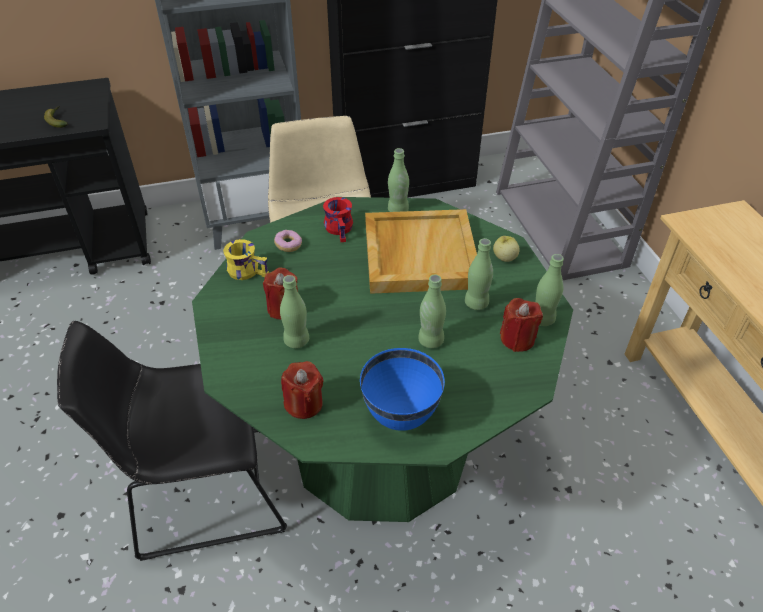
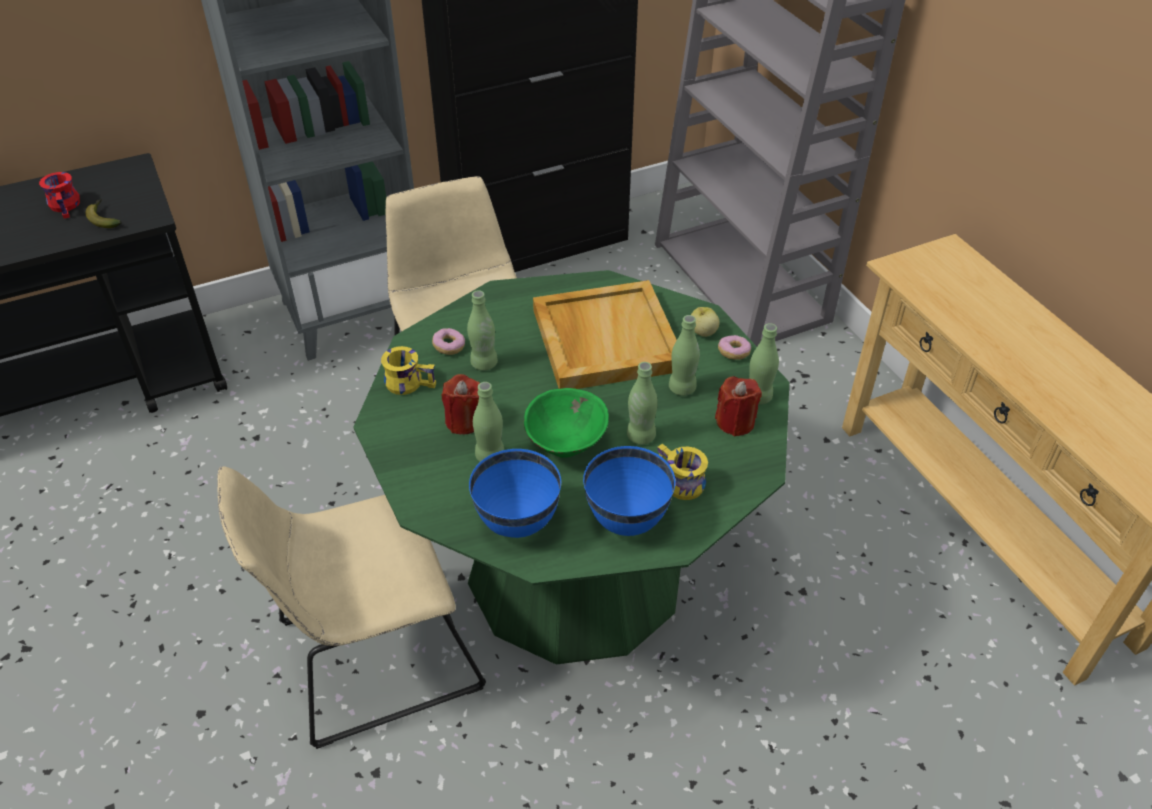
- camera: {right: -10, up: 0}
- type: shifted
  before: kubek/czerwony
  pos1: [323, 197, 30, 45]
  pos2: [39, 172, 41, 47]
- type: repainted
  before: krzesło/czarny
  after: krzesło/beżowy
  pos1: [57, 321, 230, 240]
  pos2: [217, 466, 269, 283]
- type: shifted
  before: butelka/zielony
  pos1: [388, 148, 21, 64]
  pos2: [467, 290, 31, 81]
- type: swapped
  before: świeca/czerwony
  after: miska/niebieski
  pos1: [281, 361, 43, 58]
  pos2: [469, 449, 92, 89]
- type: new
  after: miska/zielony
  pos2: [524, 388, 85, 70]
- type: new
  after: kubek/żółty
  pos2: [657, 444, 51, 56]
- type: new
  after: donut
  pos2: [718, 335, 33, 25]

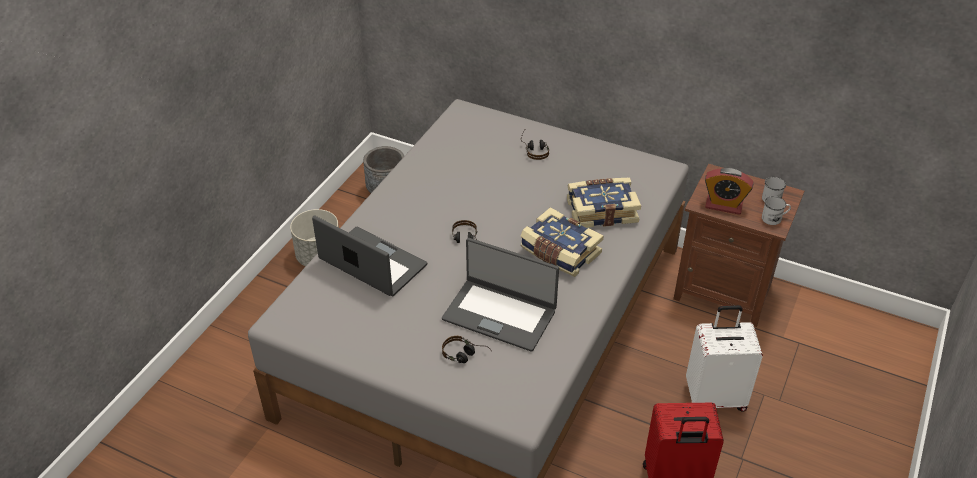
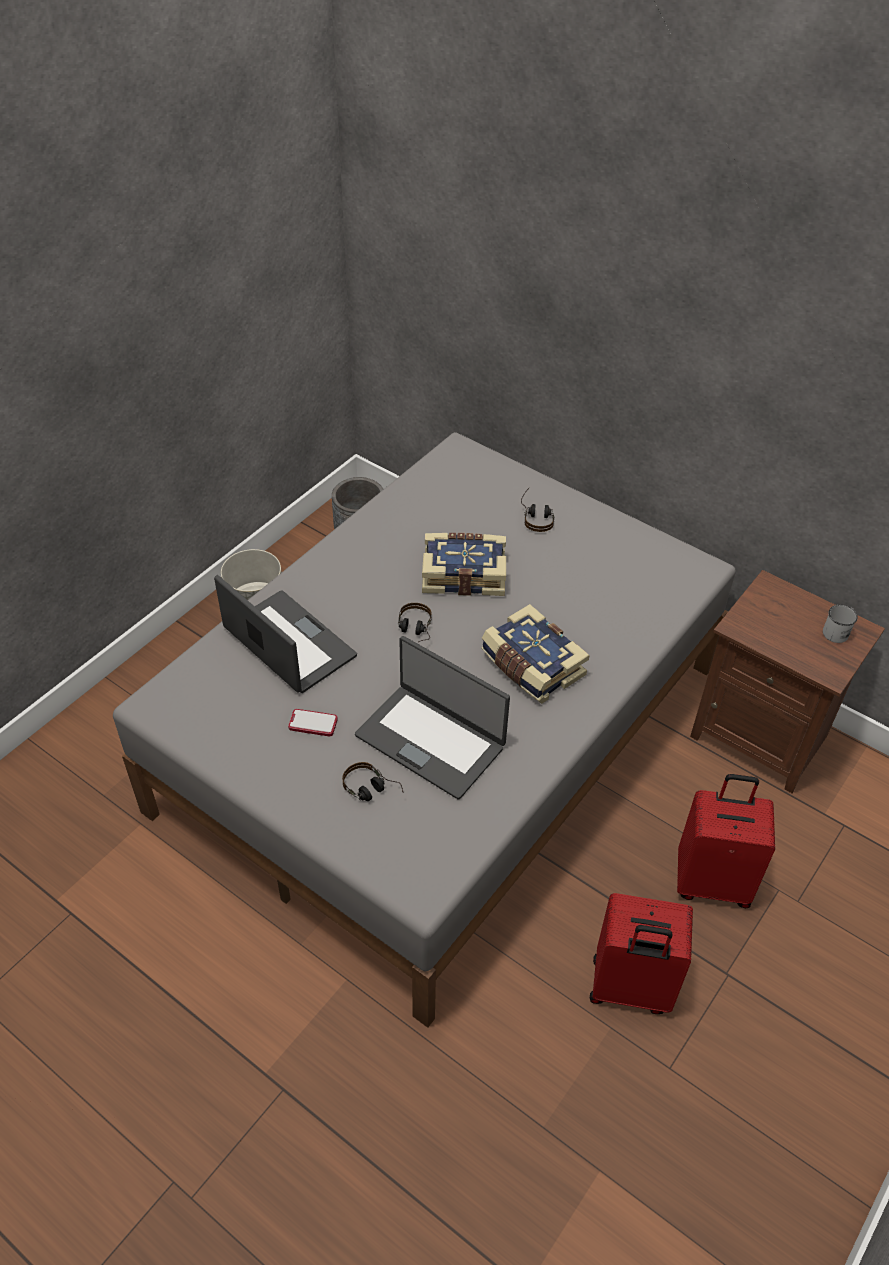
- camera: {right: 10, up: 5}
- type: new
  after: telefon
  pos2: [288, 709, 50, 27]
- type: shifted
  before: książka
  pos1: [567, 178, 74, 50]
  pos2: [422, 533, 84, 63]
- type: repainted
  before: walizka/biały
  after: walizka/czerwony
  pos1: [686, 305, 77, 106]
  pos2: [677, 774, 98, 134]
- type: gone
  before: budzik
  pos1: [705, 168, 48, 47]
- type: gone
  before: kubek/biały
  pos1: [762, 196, 29, 29]

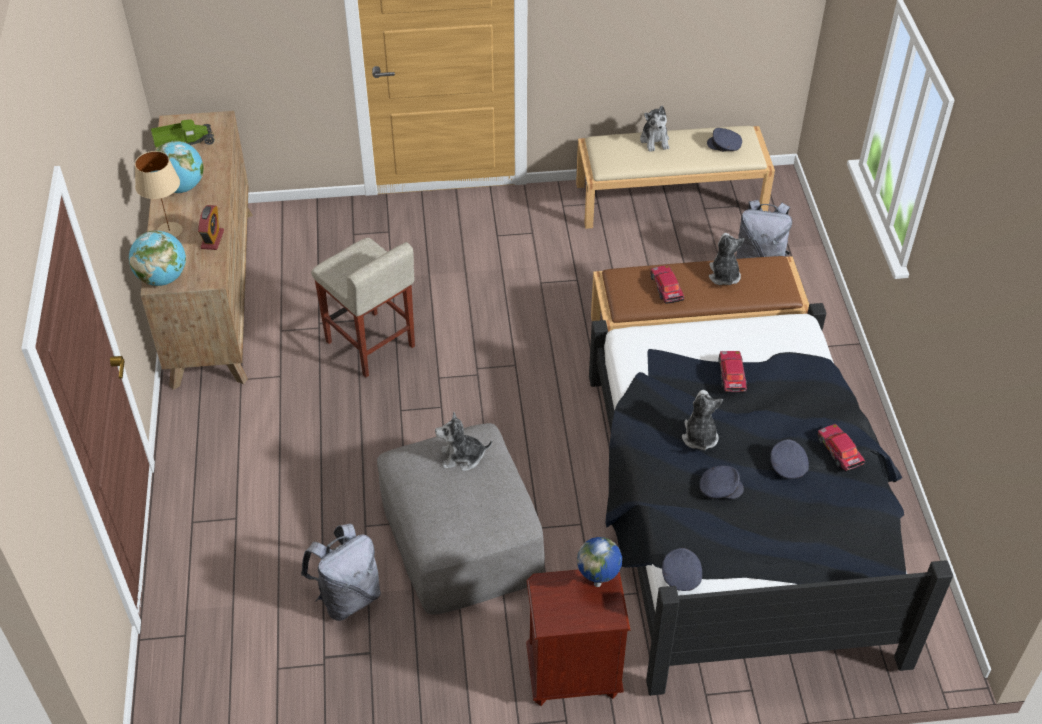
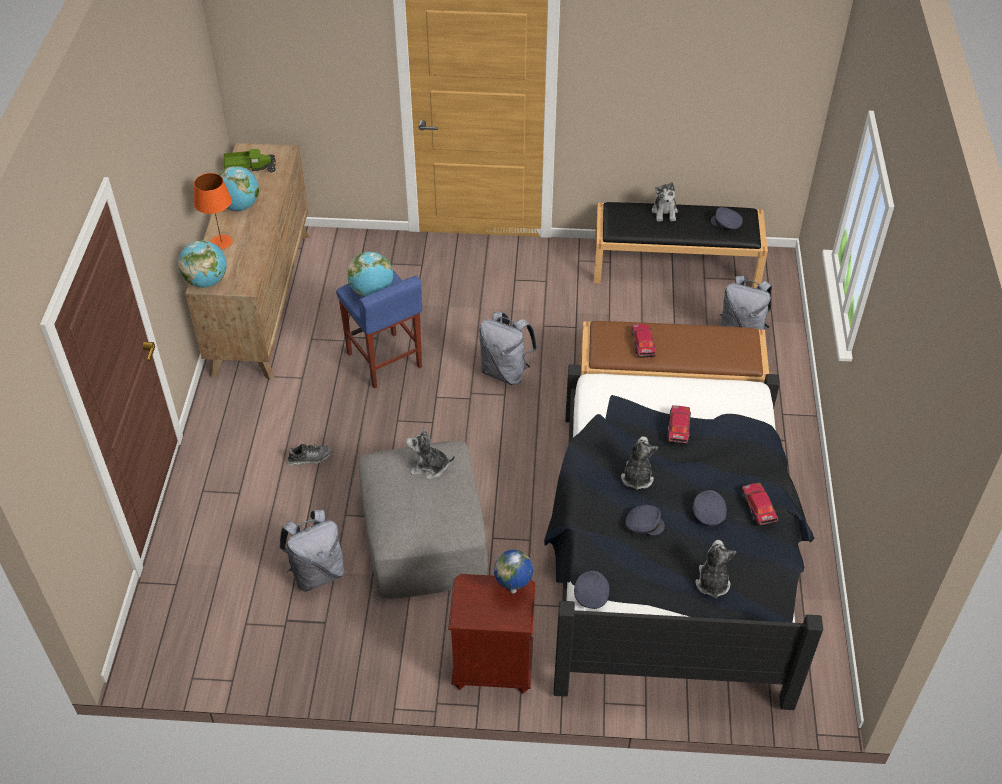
- camera: {right: 10, up: 0}
- type: repainted
  before: lampa stołowa/beżowy
  after: lampa stołowa/pomarańczowy
  pos1: [135, 151, 47, 86]
  pos2: [194, 173, 38, 76]
- type: new
  after: but
  pos2: [288, 444, 43, 22]
- type: repainted
  before: stołek/beżowy
  after: stołek/niebieski
  pos1: [311, 238, 104, 139]
  pos2: [336, 270, 86, 118]
- type: new
  after: globus
  pos2: [347, 252, 46, 45]
- type: new
  after: plecak/szary
  pos2: [479, 312, 59, 73]
- type: repainted
  before: ławka/beżowy
  after: ławka/czarny
  pos1: [576, 126, 199, 103]
  pos2: [594, 202, 174, 86]
- type: shifted
  before: pluszak
  pos1: [709, 233, 36, 52]
  pos2: [695, 540, 42, 58]
- type: gone
  before: budzik
  pos1: [198, 205, 26, 45]

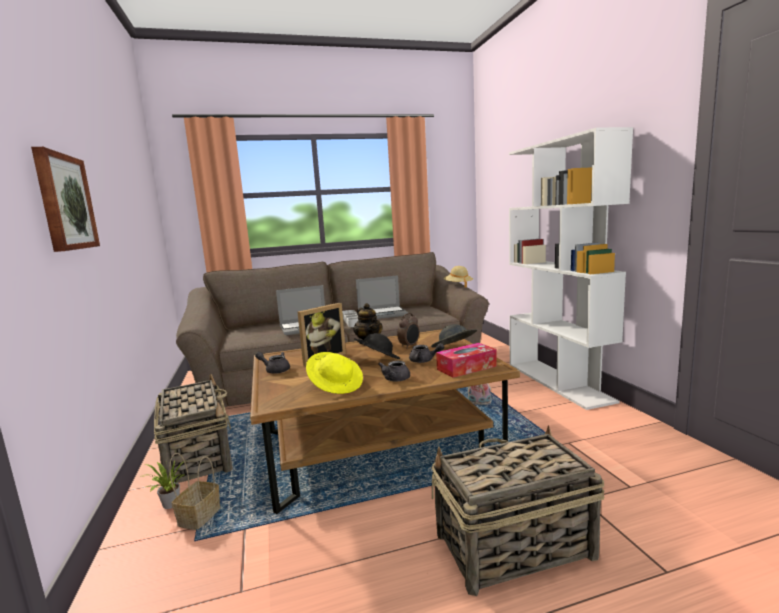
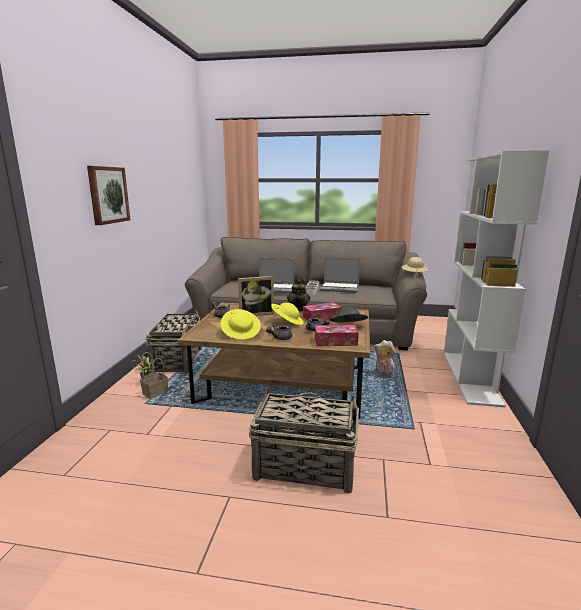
- camera: {right: 25, up: 5}
- type: repainted
  before: kapelusz/czarny
  after: kapelusz/żółty
  pos1: [354, 333, 46, 26]
  pos2: [271, 303, 33, 22]
- type: swapped
  before: budzik
  after: pudełko chusteczek
  pos1: [397, 313, 22, 36]
  pos2: [303, 302, 39, 19]

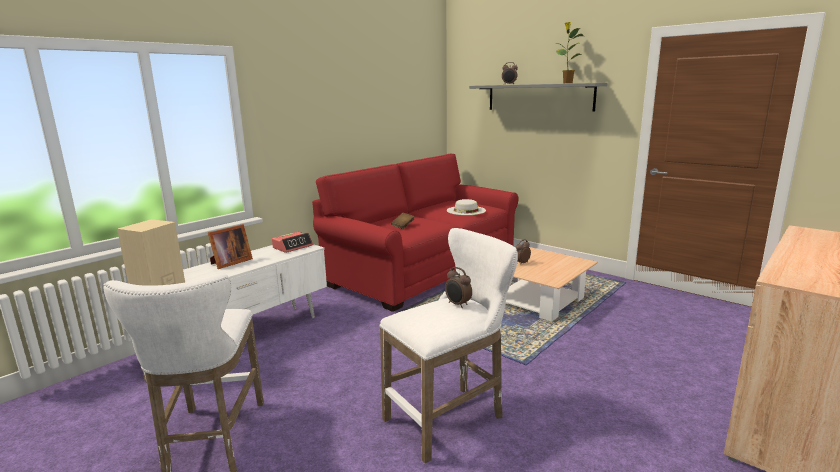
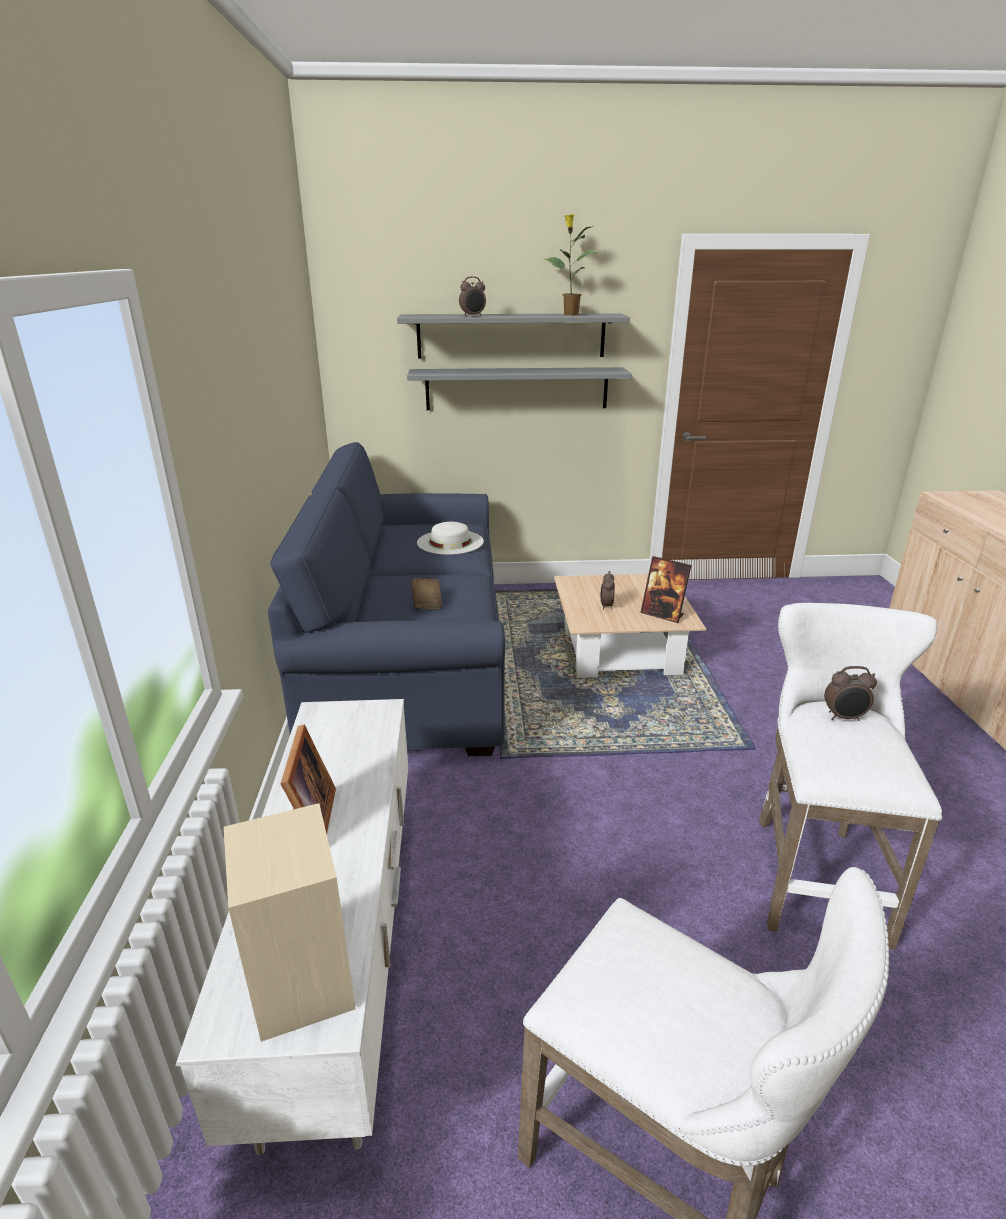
- camera: {right: -45, up: 10}
- type: repainted
  before: kanapa/czerwony
  after: kanapa/niebieski
  pos1: [312, 154, 206, 158]
  pos2: [268, 442, 237, 314]
- type: new
  after: półka/szary
  pos2: [407, 367, 225, 43]
- type: new
  after: ramka na zdjęcie
  pos2: [640, 556, 51, 67]
- type: gone
  before: budzik
  pos1: [272, 232, 41, 21]

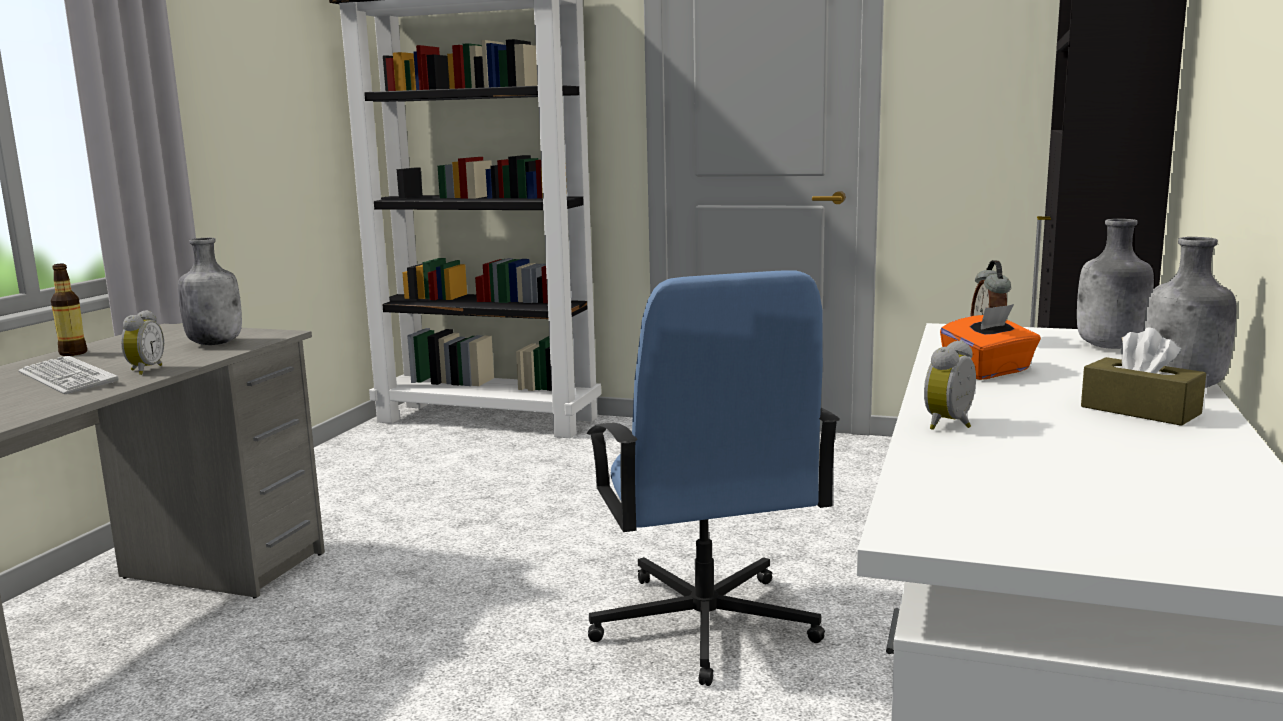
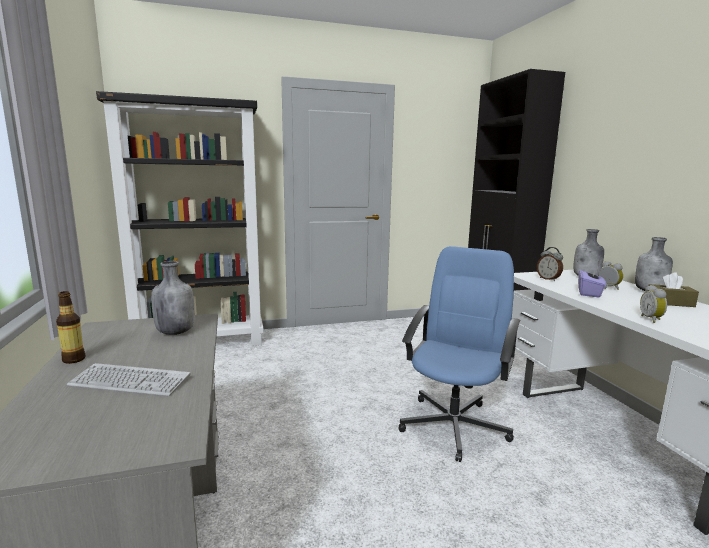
- camera: {right: -35, up: 0}
- type: rotated
  before: krzesło biurowe/niebieski
  pos1: [587, 270, 253, 416]
  pos2: [399, 246, 121, 216]
  turn: -105
- type: repainted
  before: pudełko chusteczek/pomarańczowy
  after: pudełko chusteczek/fioletowy
  pos1: [940, 304, 101, 76]
  pos2: [578, 266, 28, 31]
- type: shifted
  before: budzik
  pos1: [121, 310, 43, 65]
  pos2: [598, 261, 25, 29]

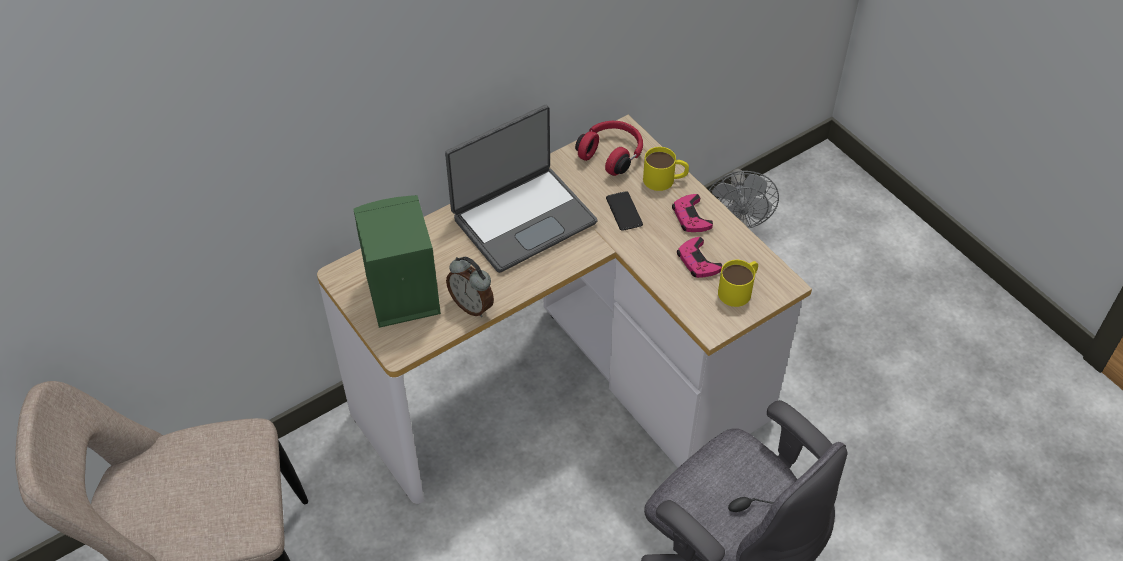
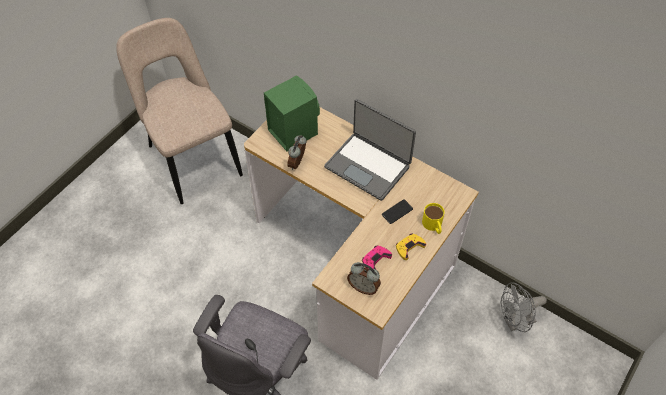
- camera: {right: 70, up: 5}
- type: swapped
  before: kubek/żółty
  after: budzik
  pos1: [718, 260, 40, 47]
  pos2: [347, 262, 34, 33]
- type: repainted
  before: pad do gier/różowy
  after: pad do gier/żółty
  pos1: [672, 194, 41, 38]
  pos2: [396, 233, 30, 27]
- type: gone
  before: słuchawki/czerwony
  pos1: [575, 121, 68, 55]

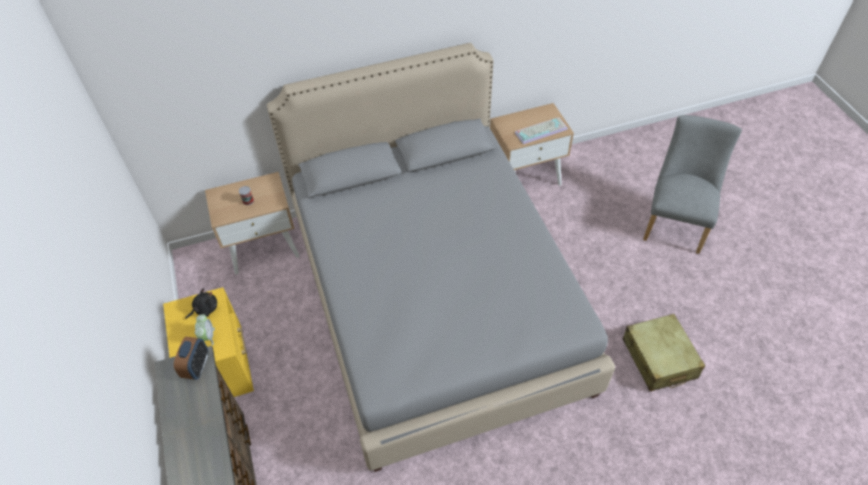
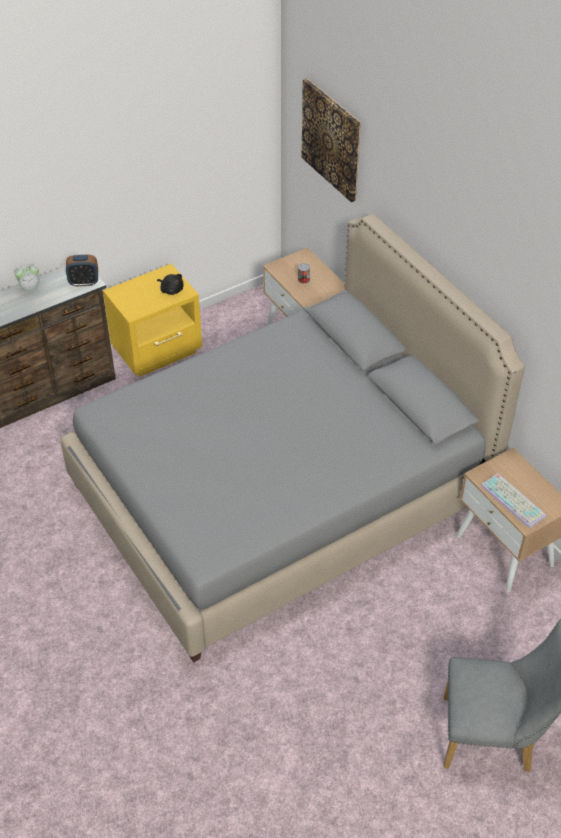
- camera: {right: 75, up: -5}
- type: shifted
  before: budzik
  pos1: [195, 314, 20, 31]
  pos2: [15, 264, 27, 30]
- type: new
  after: obraz
  pos2: [302, 78, 58, 124]
- type: gone
  before: walizka/beżowy
  pos1: [623, 314, 82, 77]

